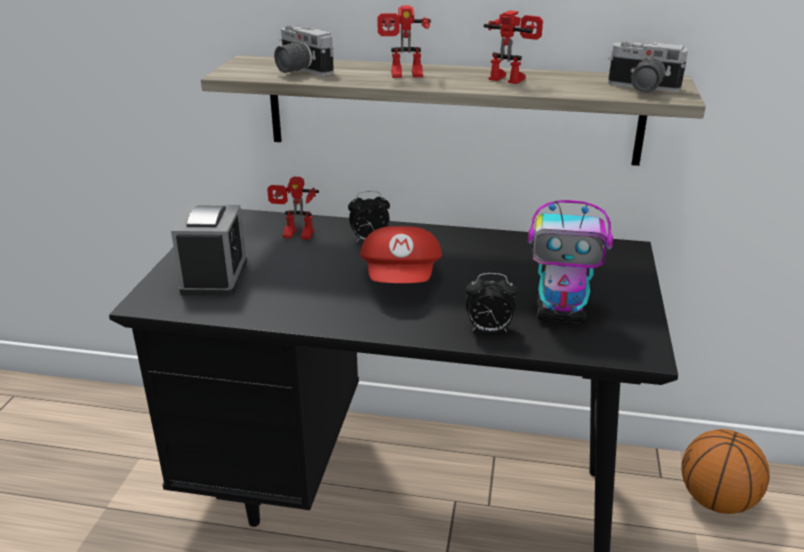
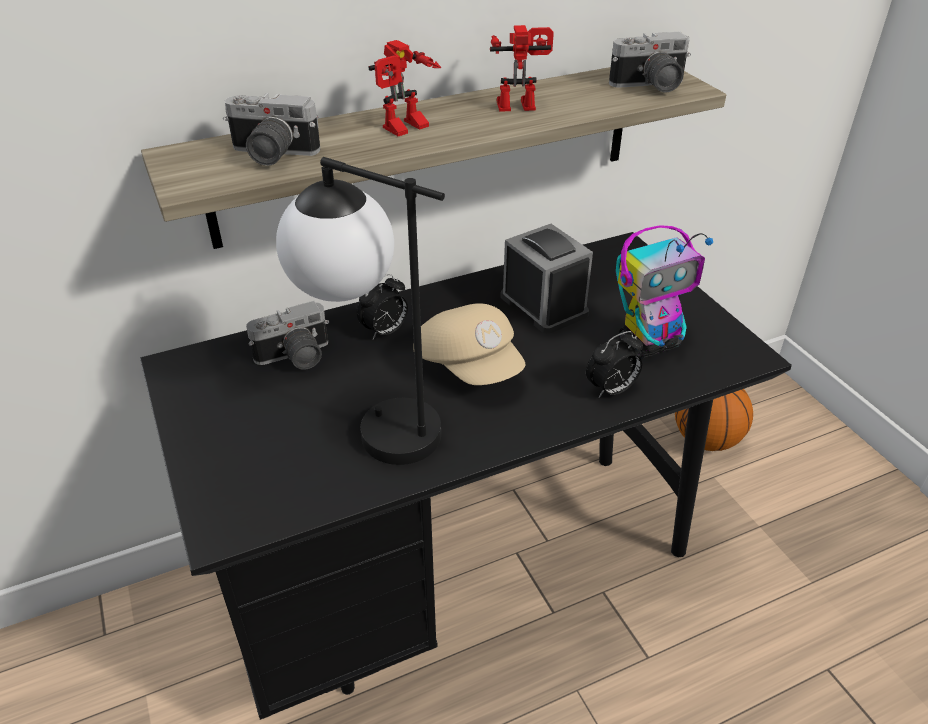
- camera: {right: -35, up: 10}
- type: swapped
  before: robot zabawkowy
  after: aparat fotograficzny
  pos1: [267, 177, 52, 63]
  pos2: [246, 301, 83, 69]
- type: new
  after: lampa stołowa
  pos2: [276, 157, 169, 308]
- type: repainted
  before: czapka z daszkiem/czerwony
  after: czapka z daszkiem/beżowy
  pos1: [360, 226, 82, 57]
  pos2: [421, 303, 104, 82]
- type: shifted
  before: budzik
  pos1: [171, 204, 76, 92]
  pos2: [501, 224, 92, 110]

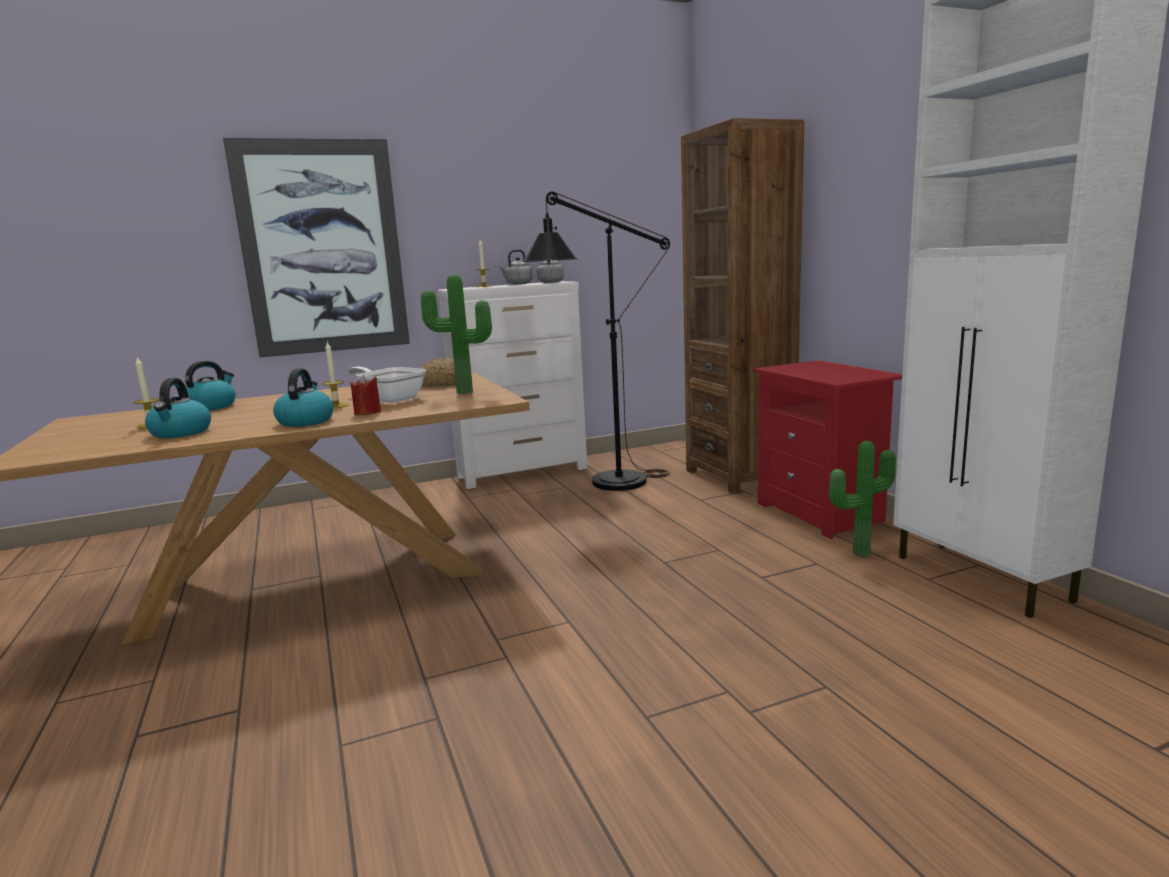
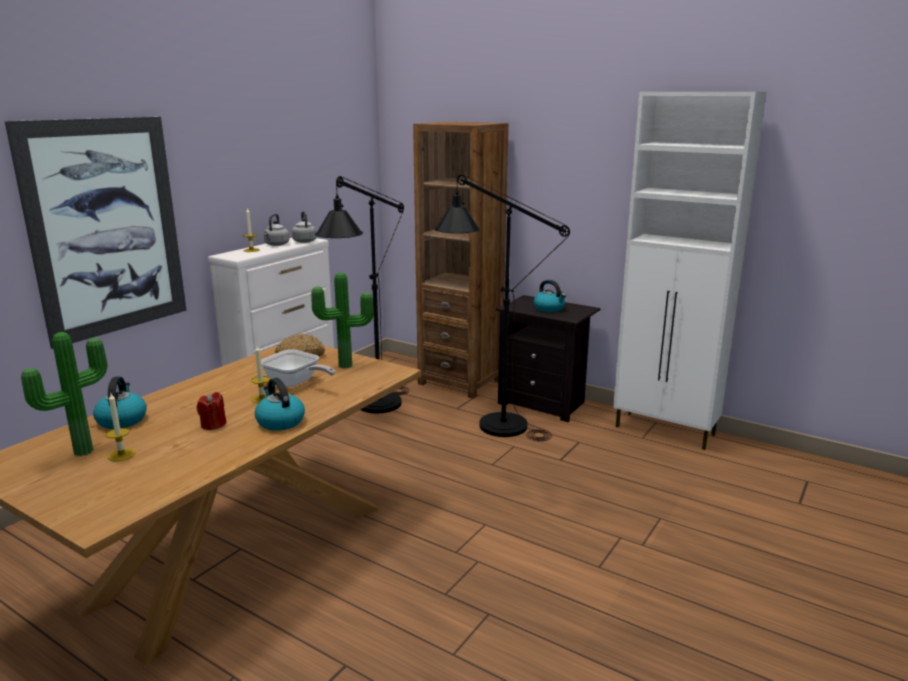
- camera: {right: -35, up: 5}
- type: shifted
  before: roślina doniczkowa
  pos1: [829, 441, 67, 116]
  pos2: [21, 332, 86, 124]
- type: shifted
  before: świeca/czerwony
  pos1: [351, 375, 30, 40]
  pos2: [197, 392, 29, 38]
- type: rotated
  before: patelnia
  pos1: [348, 367, 78, 36]
  pos2: [261, 349, 74, 38]
  turn: -150
- type: new
  after: lampa stojąca/czarny
  pos2: [434, 174, 136, 267]
- type: repainted
  before: szafka nocna/czerwony
  after: szafka nocna/czarny
  pos1: [753, 360, 149, 179]
  pos2: [496, 295, 105, 127]
- type: shifted
  before: czajnik
  pos1: [145, 378, 66, 60]
  pos2: [534, 280, 32, 32]

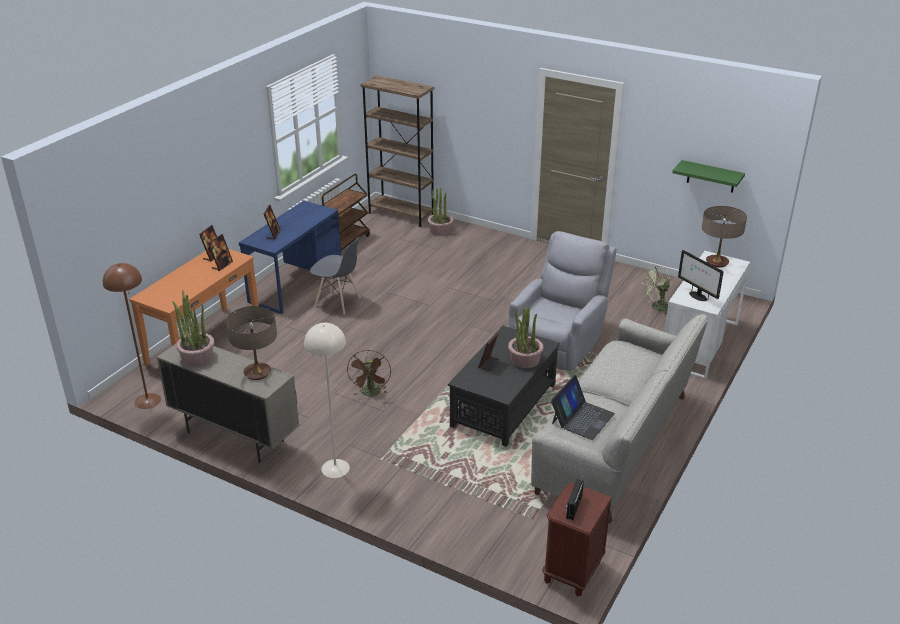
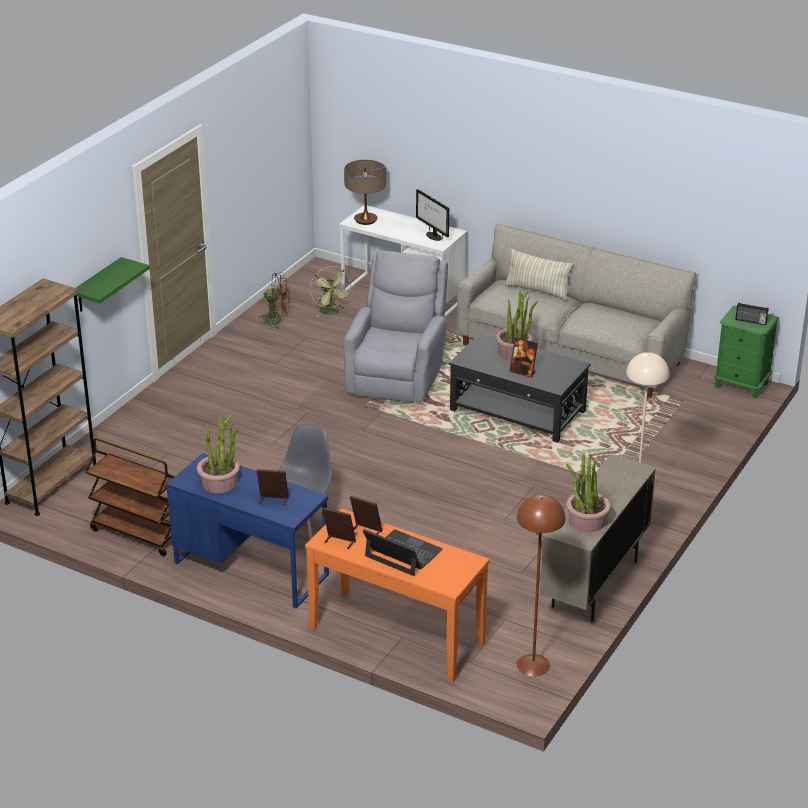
- camera: {right: -90, up: 0}
- type: shifted
  before: półka/zielony
  pos1: [672, 160, 73, 33]
  pos2: [76, 257, 74, 55]
- type: shifted
  before: roślina doniczkowa
  pos1: [428, 187, 26, 48]
  pos2: [197, 415, 43, 78]
- type: shifted
  before: wentylator/brązowy
  pos1: [347, 350, 44, 46]
  pos2: [259, 272, 32, 57]
- type: rotated
  before: fotel/szary
  pos1: [508, 231, 109, 140]
  pos2: [343, 251, 105, 152]
  turn: 75
- type: shifted
  before: laptop
  pos1: [551, 375, 64, 65]
  pos2: [363, 529, 80, 47]
- type: rotated
  before: monitor
  pos1: [678, 250, 46, 51]
  pos2: [416, 189, 33, 52]
  turn: 90
- type: new
  after: poduszka
  pos2: [504, 249, 70, 52]
- type: repainted
  before: szafka nocna/brązowy
  after: szafka nocna/zielony
  pos1: [542, 483, 70, 113]
  pos2: [714, 305, 65, 93]
- type: gone
  before: lampa stołowa
  pos1: [226, 306, 51, 74]

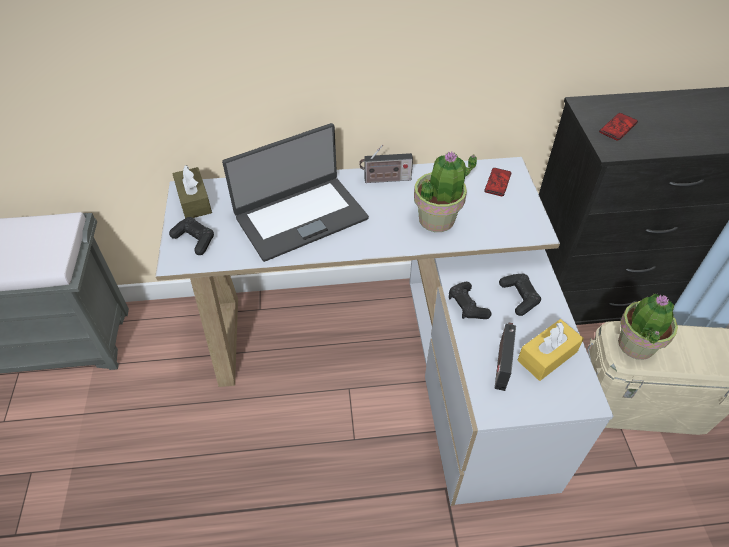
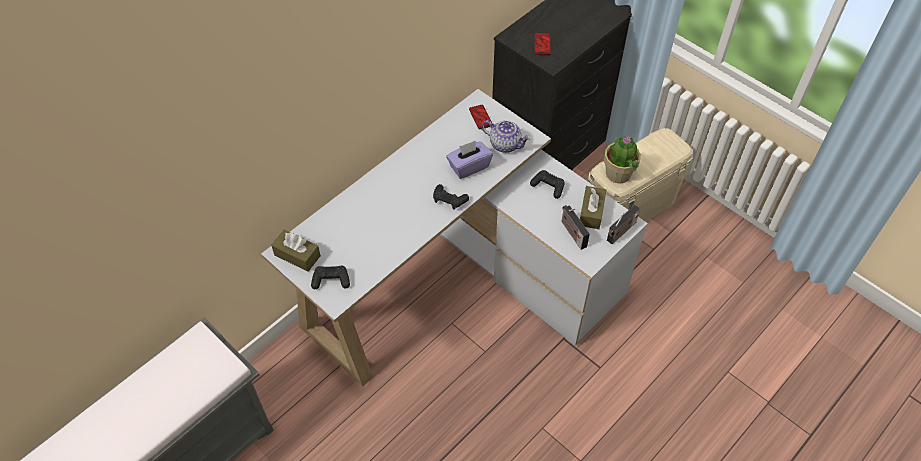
- camera: {right: -40, up: 5}
- type: shifted
  before: pad do gier/czarny
  pos1: [449, 282, 42, 37]
  pos2: [433, 184, 36, 26]
- type: swapped
  before: roślina doniczkowa
  after: pudełko chusteczek/fioletowy
  pos1: [414, 151, 63, 81]
  pos2: [446, 140, 47, 39]
- type: new
  after: imbryk
  pos2: [482, 120, 49, 33]
- type: repainted
  before: pudełko chusteczek/żółty
  after: pudełko chusteczek/brązowy
  pos1: [517, 319, 67, 62]
  pos2: [580, 186, 26, 43]
- type: shifted
  before: radio
  pos1: [359, 145, 54, 38]
  pos2: [607, 205, 33, 39]
- type: gone
  before: laptop
  pos1: [222, 123, 147, 139]

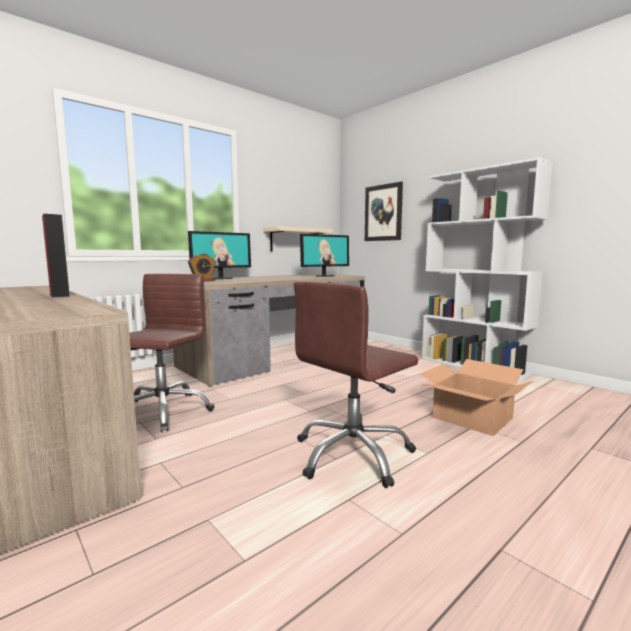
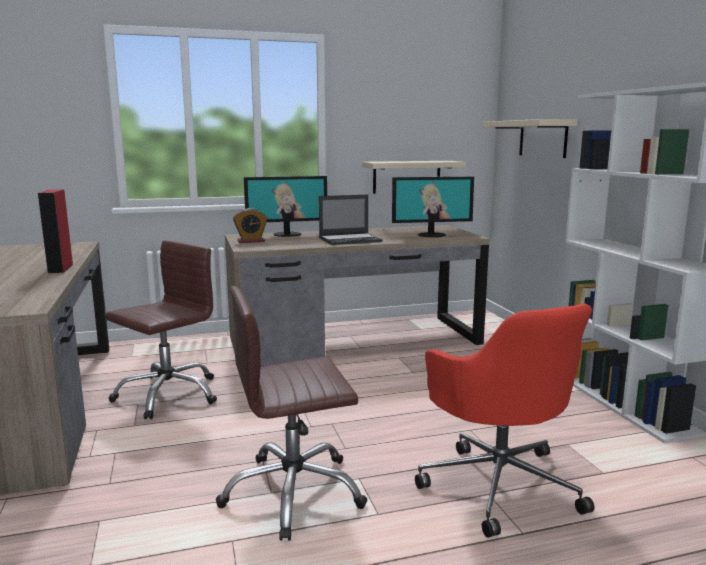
- camera: {right: 25, up: 5}
- type: new
  after: laptop
  pos2: [319, 194, 63, 51]
- type: swapped
  before: karton
  after: krzesło biurowe/czerwony
  pos1: [421, 359, 112, 77]
  pos2: [415, 303, 179, 235]
- type: swapped
  before: obraz
  after: półka/beżowy
  pos1: [365, 182, 38, 59]
  pos2: [483, 119, 95, 39]

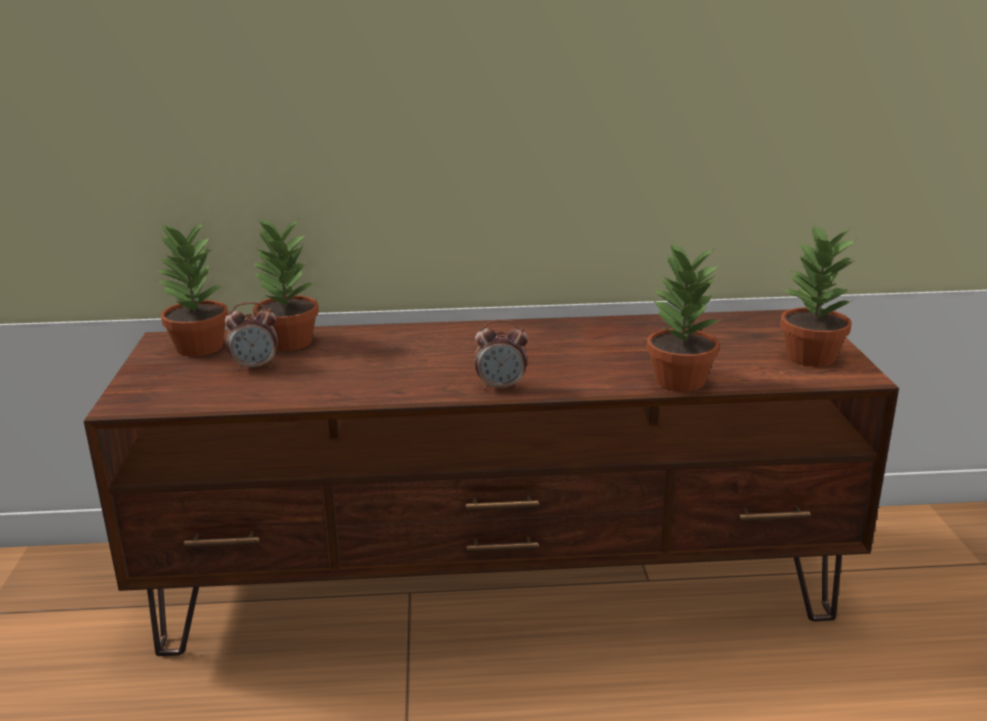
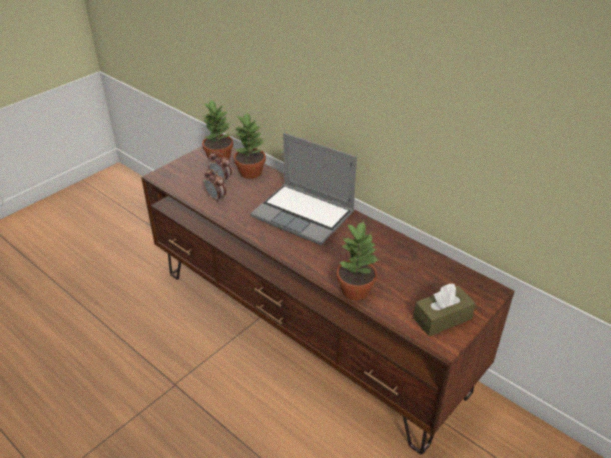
- camera: {right: 45, up: 15}
- type: shifted
  before: budzik
  pos1: [474, 319, 54, 71]
  pos2: [203, 168, 23, 35]
- type: new
  after: laptop
  pos2: [250, 133, 107, 112]
- type: swapped
  before: roślina doniczkowa
  after: pudełko chusteczek/brązowy
  pos1: [780, 223, 76, 144]
  pos2: [413, 284, 63, 52]

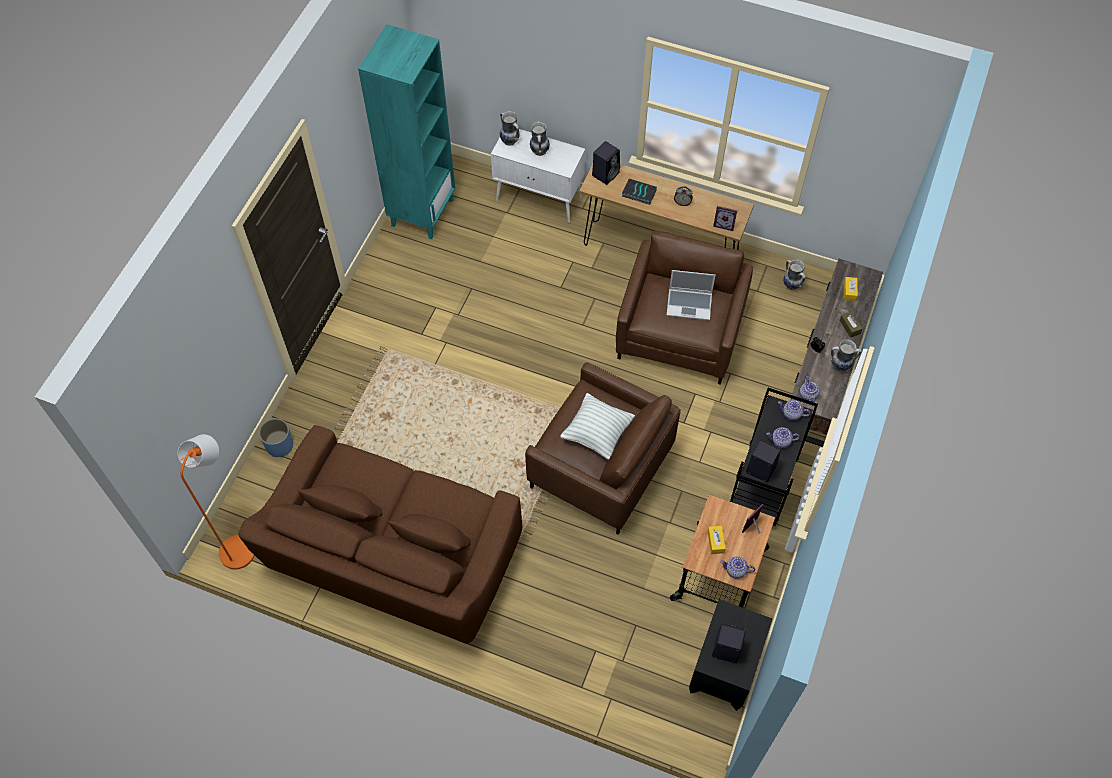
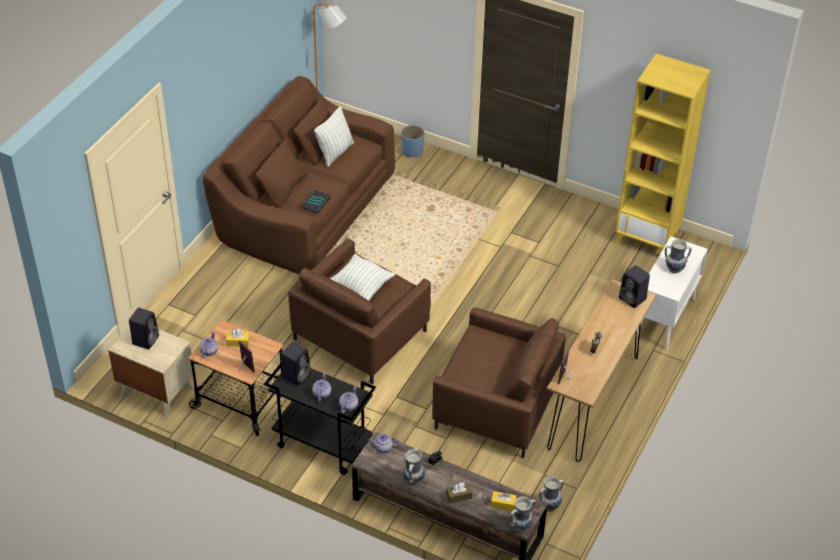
- camera: {right: 95, up: -15}
- type: repainted
  before: szafka nocna/czarny
  after: szafka nocna/beżowy
  pos1: [689, 599, 83, 112]
  pos2: [108, 326, 85, 91]
- type: shifted
  before: książka
  pos1: [622, 179, 35, 26]
  pos2: [302, 189, 29, 25]
- type: new
  after: poduszka
  pos2: [314, 106, 40, 61]
- type: shifted
  before: wazon
  pos1: [500, 111, 20, 35]
  pos2: [510, 496, 26, 36]
- type: repainted
  before: regał/turkusowy
  after: regał/żółty
  pos1: [358, 24, 97, 215]
  pos2: [615, 53, 96, 201]
- type: gone
  before: laptop
  pos1: [667, 270, 48, 50]

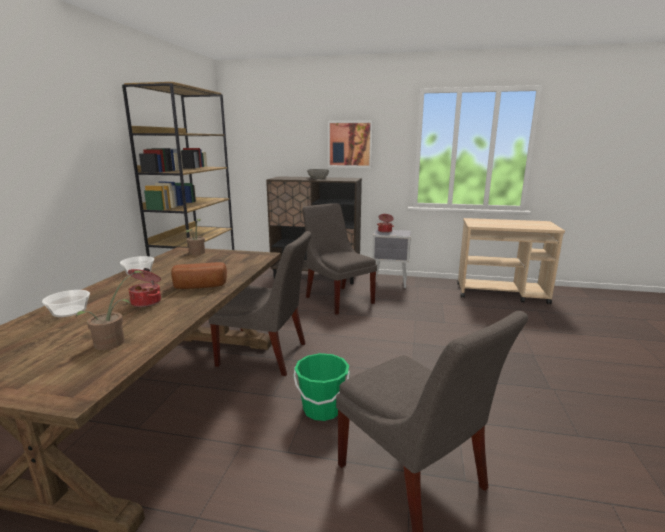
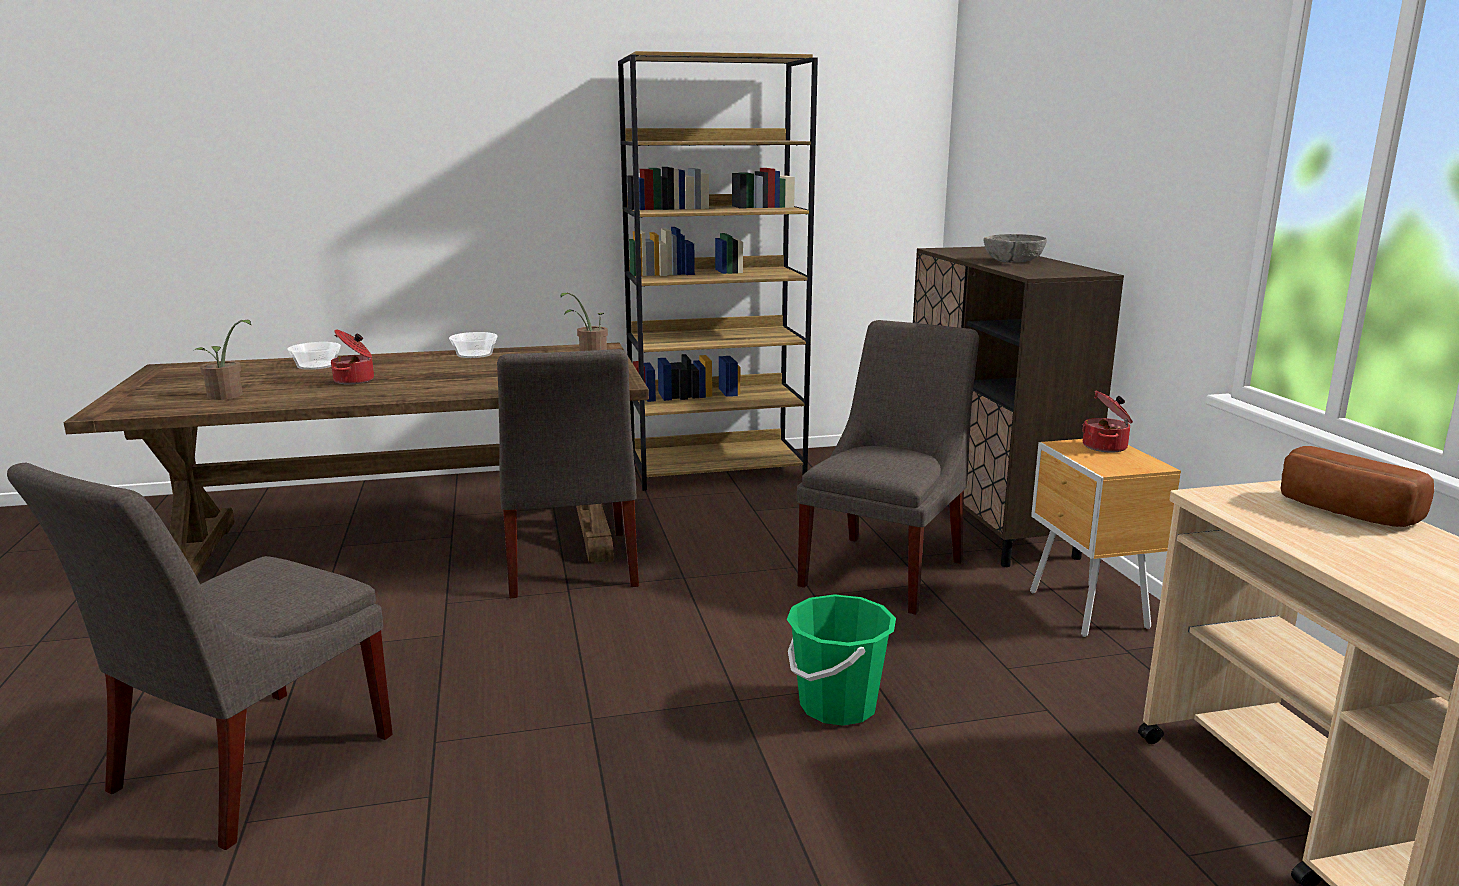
- camera: {right: 65, up: 0}
- type: shifted
  before: wiadro/zielony
  pos1: [293, 353, 57, 68]
  pos2: [787, 594, 109, 132]
- type: repainted
  before: szafka nocna/szary
  after: szafka nocna/brązowy
  pos1: [372, 229, 39, 59]
  pos2: [1030, 439, 151, 198]
- type: shifted
  before: chleb
  pos1: [171, 262, 56, 27]
  pos2: [1280, 446, 154, 81]
- type: gone
  before: obraz
  pos1: [328, 120, 45, 48]

